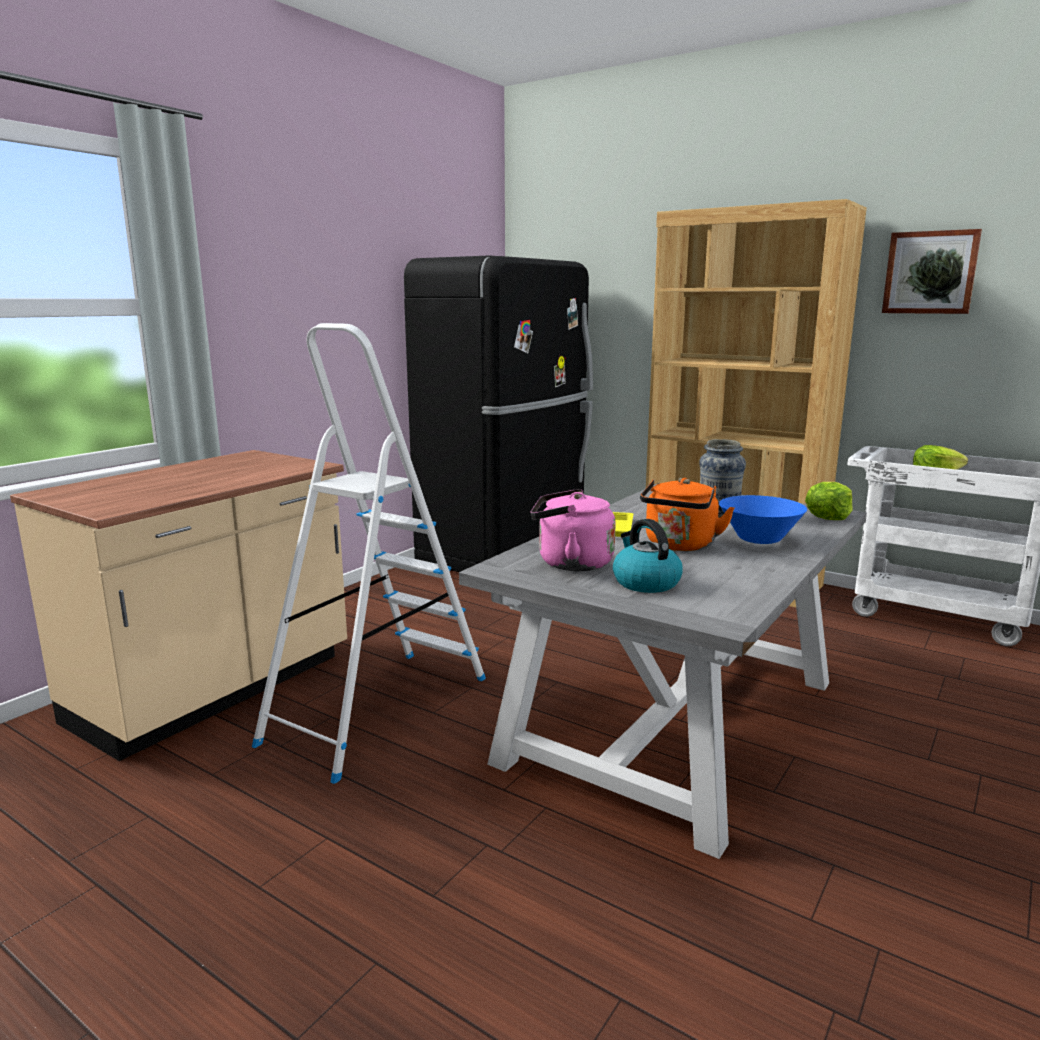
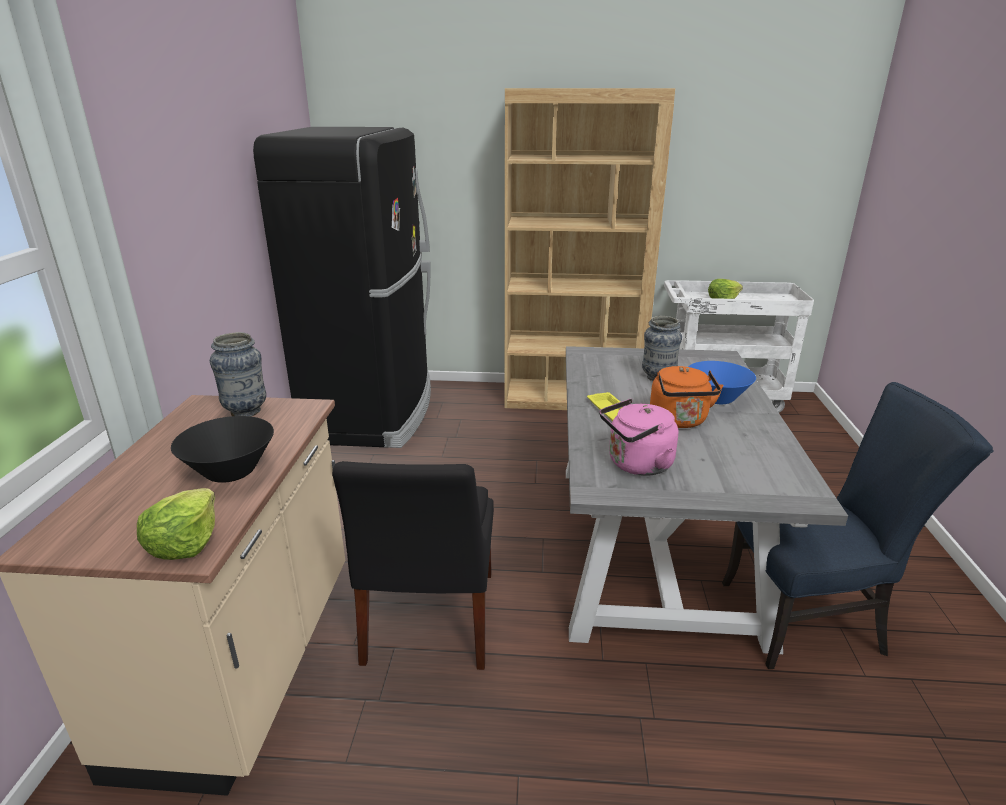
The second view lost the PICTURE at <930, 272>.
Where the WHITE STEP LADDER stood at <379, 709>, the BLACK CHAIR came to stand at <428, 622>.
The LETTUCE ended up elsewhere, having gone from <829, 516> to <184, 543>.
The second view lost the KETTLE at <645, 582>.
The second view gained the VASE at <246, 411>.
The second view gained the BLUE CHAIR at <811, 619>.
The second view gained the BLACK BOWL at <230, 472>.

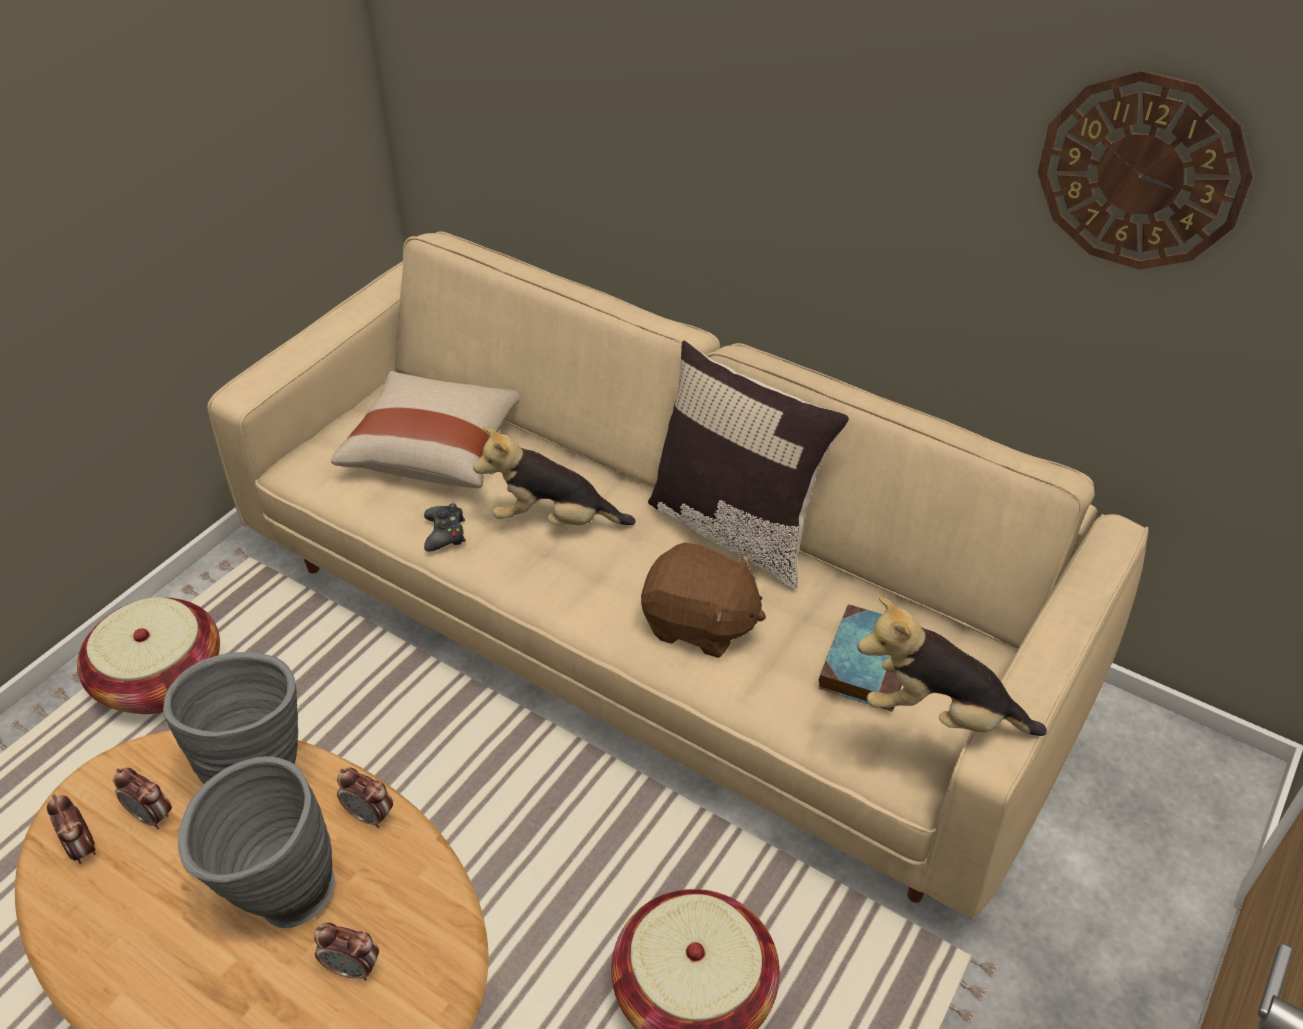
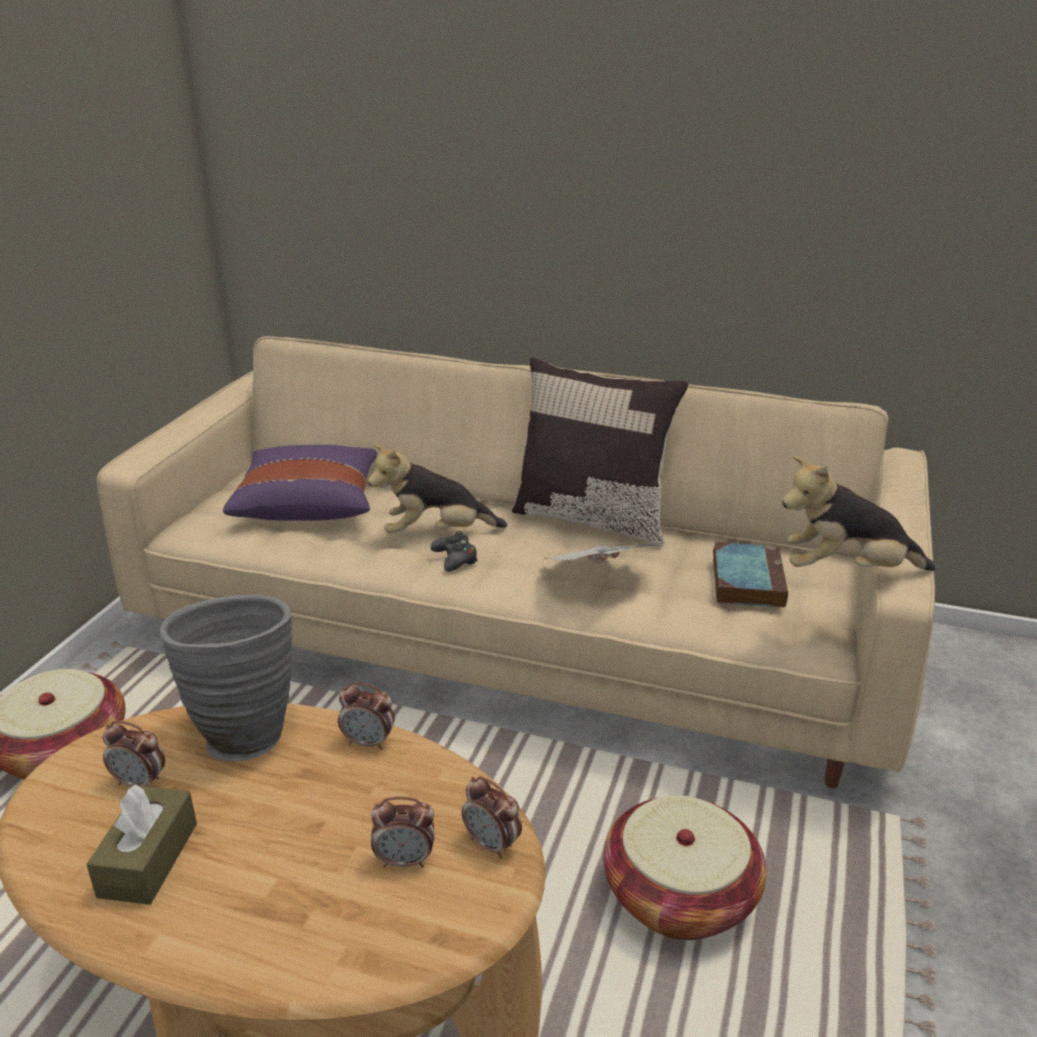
The second view lost the WALL CLOCK at <1141, 172>.
What was the BEIGE PILLOW at <436, 450> turned into the PURPLE PILLOW at <309, 504>.
The BLACK GAME CONTROLLER ended up elsewhere, having gone from <445, 533> to <455, 559>.
Where the BROWN PLUSH TOY stood at <699, 625>, the NEWSPAPER came to stand at <596, 579>.
The second view lost the GREY VASE at <277, 898>.
The ALARM CLOCK ended up elsewhere, having gone from <83, 848> to <492, 844>.
The second view gained the BROWN TISSUE BOX at <148, 859>.

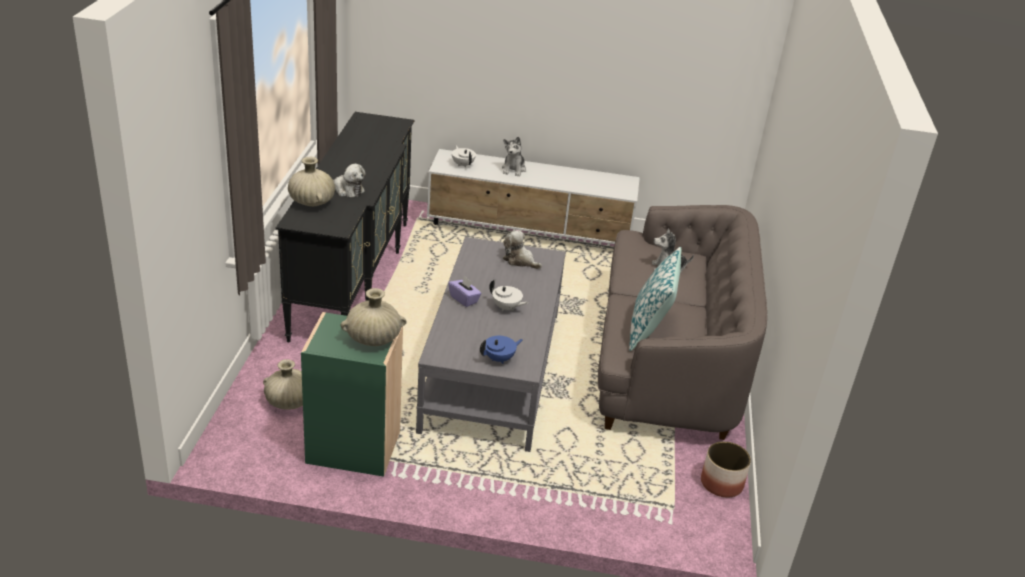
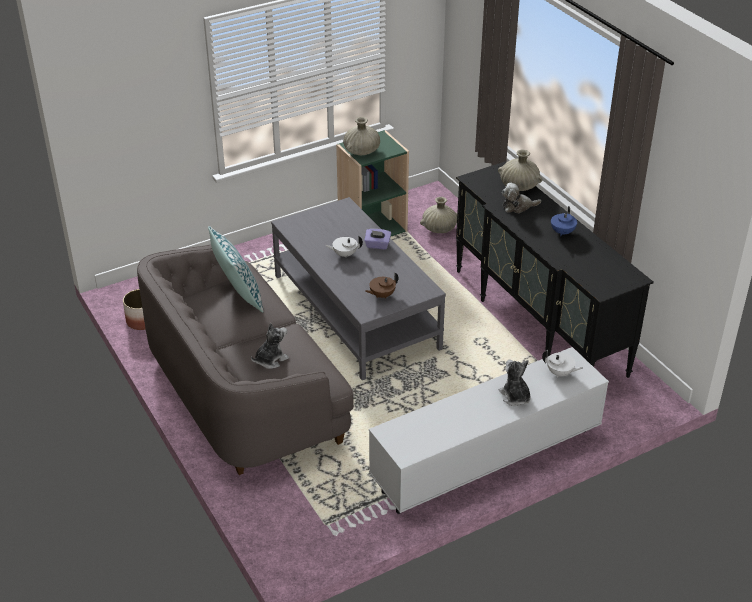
Where the PLUSH TOY stood at <520, 260>, the BROWN TEAPOT came to stand at <381, 295>.
The BLUE TEAPOT ended up elsewhere, having gone from <499, 359> to <562, 232>.

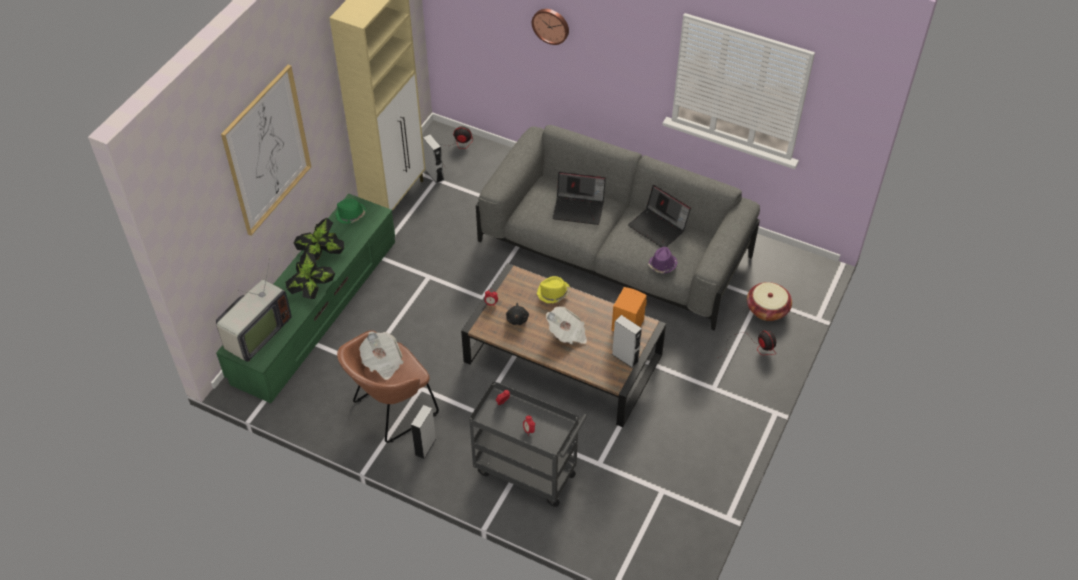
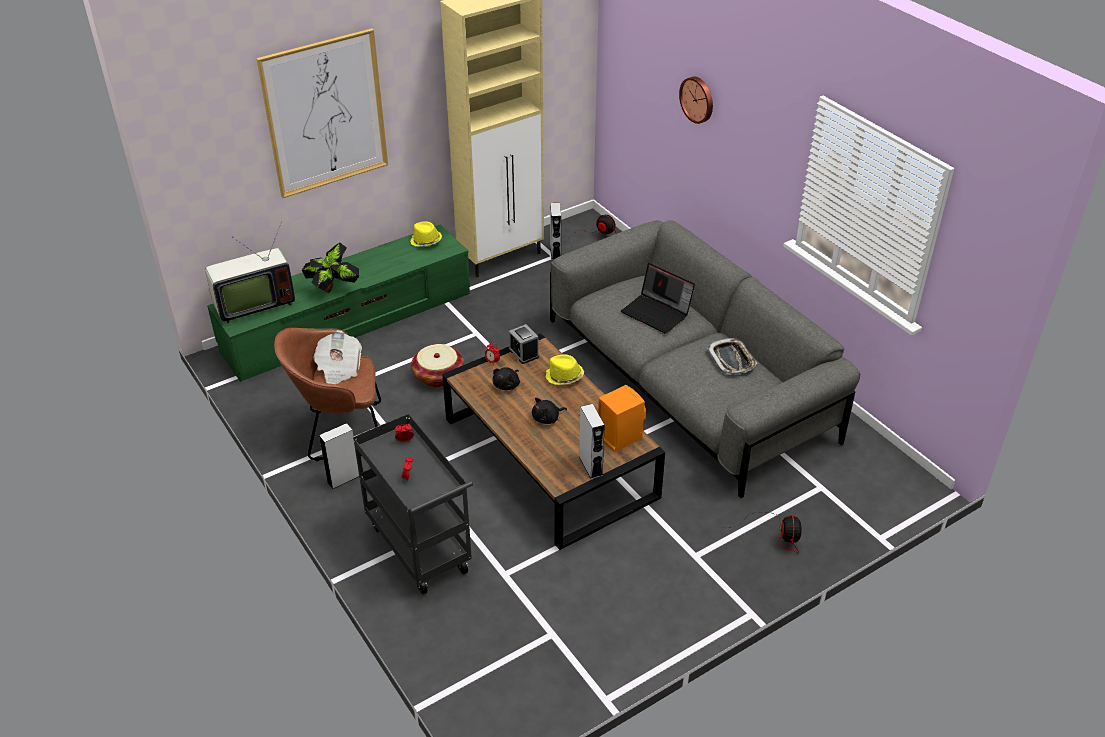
Where the LAPTOP stood at <658, 227>, the TRAY came to stand at <731, 359>.
What was the GREEN HAT at <350, 215> turned into the YELLOW HAT at <426, 241>.
The second view lost the POTTED PLANT at <322, 257>.
The second view lost the PURPLE HAT at <662, 265>.
The BASKET ended up elsewhere, having gone from <767, 309> to <438, 376>.
Where the NEWSPAPER stood at <567, 333>, the BLACK PLUSH TOY came to stand at <547, 418>.
The second view gained the ALARM CLOCK at <523, 353>.

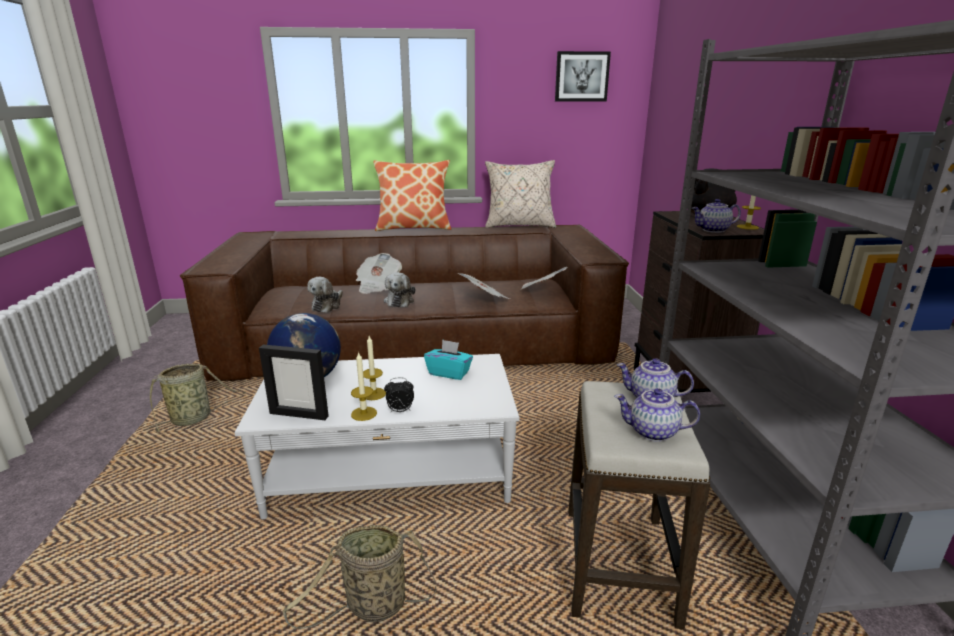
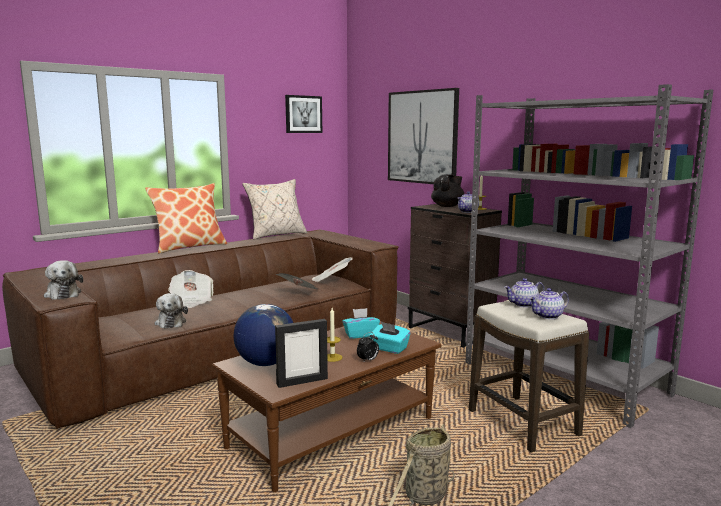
The PLUSH TOY ended up elsewhere, having gone from <399, 301> to <62, 294>.
The second view lost the CANDLE at <364, 413>.
What was the WHITE COFFEE TABLE at <392, 474> turned into the BROWN COFFEE TABLE at <333, 432>.
The second view lost the BASKET at <194, 418>.
The second view gained the PICTURE at <422, 137>.
The second view gained the TURQUOISE TISSUE BOX at <389, 349>.

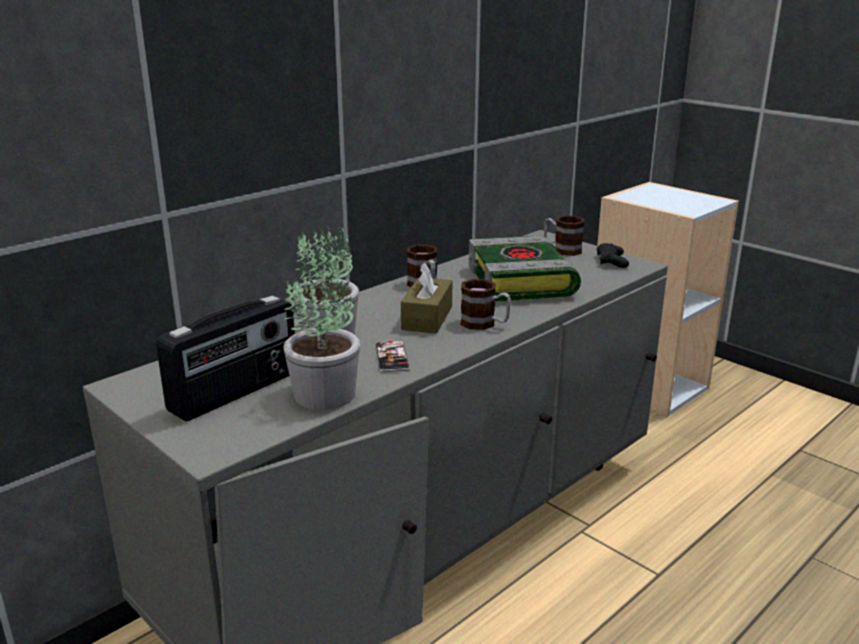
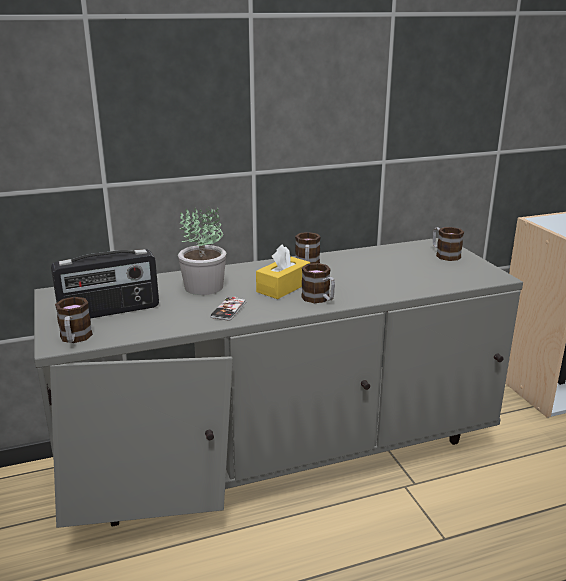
The second view lost the BOOK at <522, 282>.
The second view lost the BLACK GAME CONTROLLER at <611, 261>.
The second view lost the POTTED PLANT at <324, 394>.
What was the BROWN TISSUE BOX at <427, 318> turned into the YELLOW TISSUE BOX at <283, 287>.
The second view gained the MUG at <75, 339>.

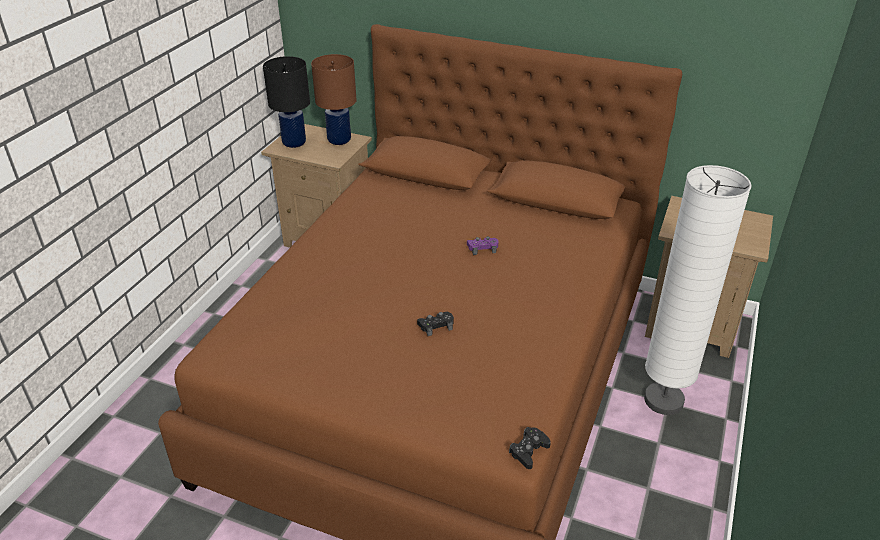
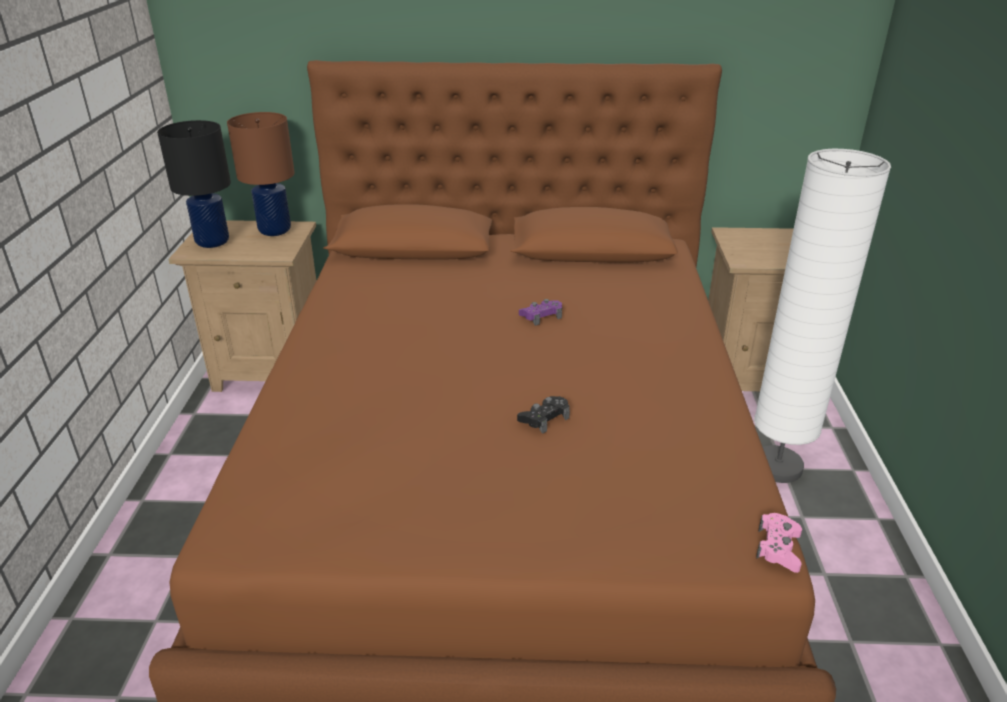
What was the BLACK GAME CONTROLLER at <528, 451> turned into the PINK GAME CONTROLLER at <778, 548>.

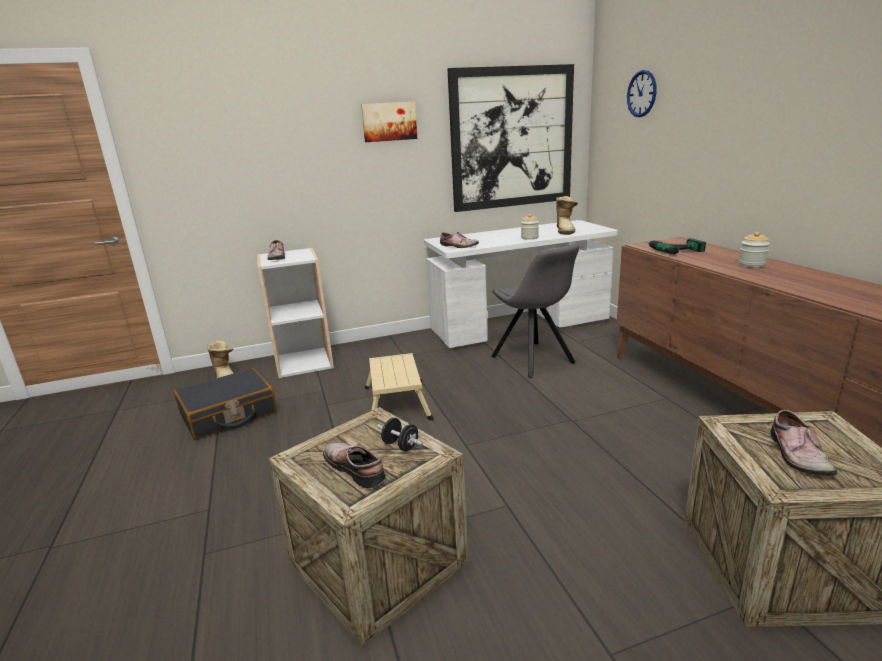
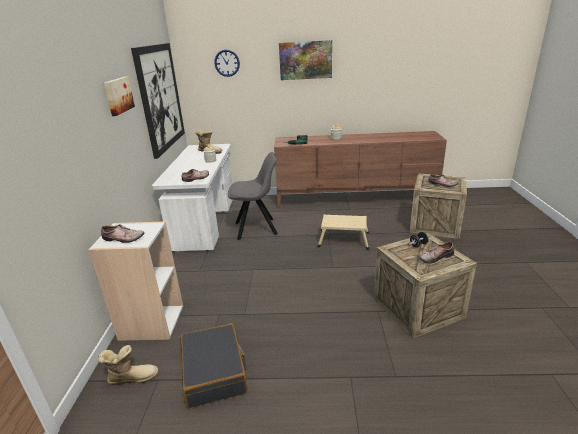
The BEIGE STEP LADDER ended up elsewhere, having gone from <397, 403> to <344, 239>.
The second view gained the PICTURE at <305, 60>.

